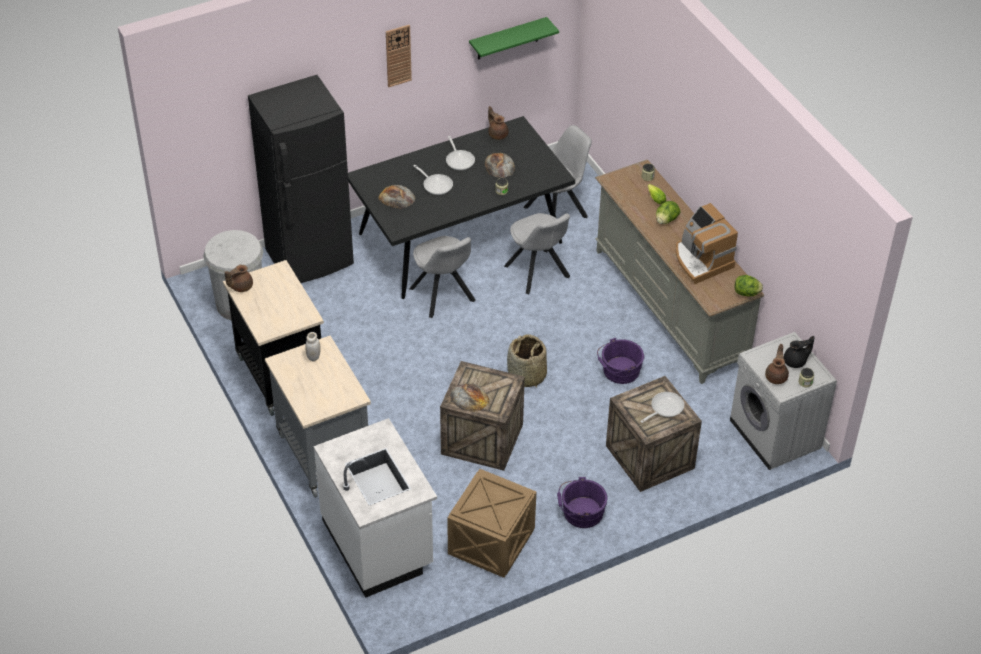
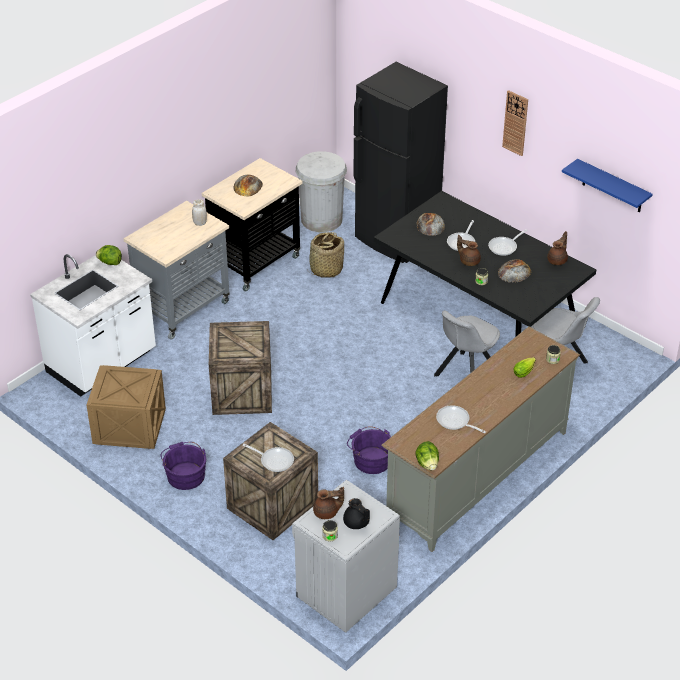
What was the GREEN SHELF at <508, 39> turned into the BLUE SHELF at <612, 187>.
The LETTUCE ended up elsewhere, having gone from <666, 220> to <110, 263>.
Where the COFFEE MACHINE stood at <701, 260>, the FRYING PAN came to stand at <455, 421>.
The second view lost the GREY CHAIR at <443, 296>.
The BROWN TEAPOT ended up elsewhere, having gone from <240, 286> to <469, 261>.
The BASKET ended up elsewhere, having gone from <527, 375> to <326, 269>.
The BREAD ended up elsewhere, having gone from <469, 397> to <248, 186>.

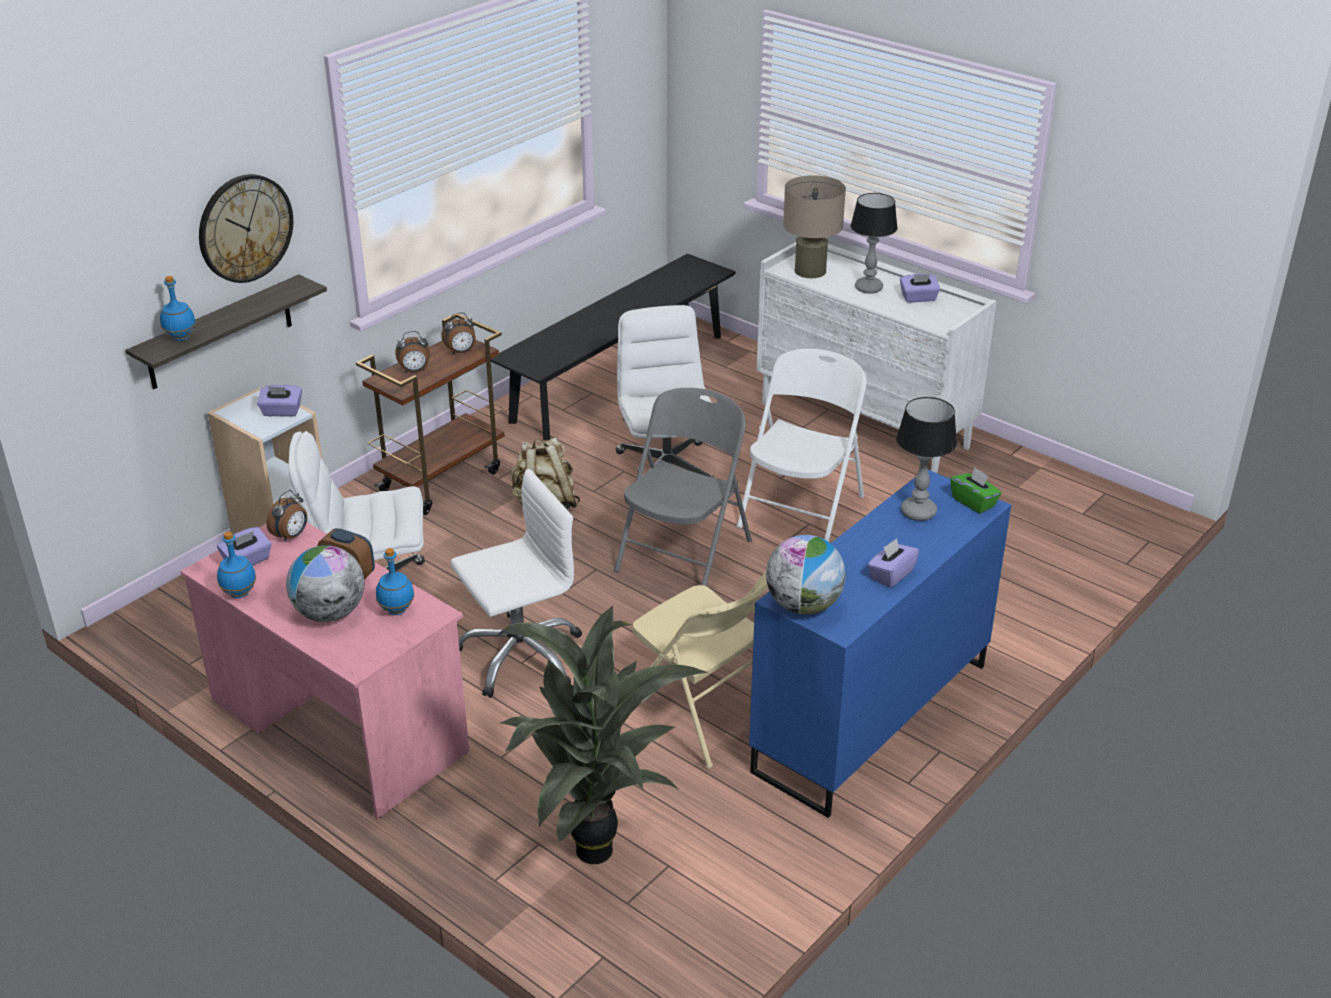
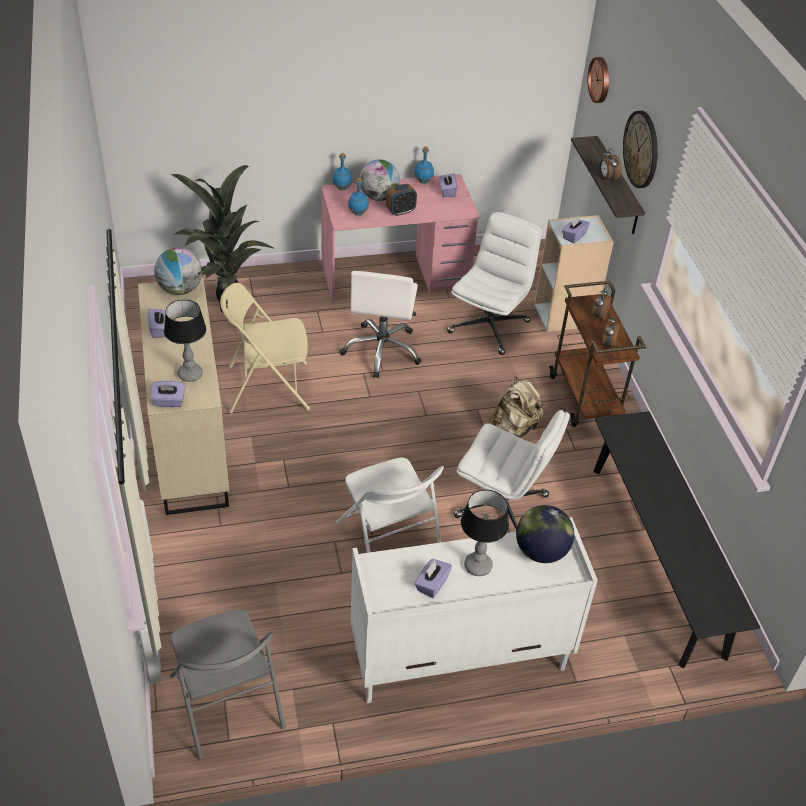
Where the BEIGE TABLE LAMP stood at <810, 271>, the GLOBE came to stand at <540, 551>.
The BLUE BOTTLE ended up elsewhere, having gone from <181, 338> to <341, 188>.
The GREY CHAIR ended up elsewhere, having gone from <684, 556> to <226, 702>.
What was the GREEN TISSUE BOX at <974, 502> turned into the PURPLE TISSUE BOX at <169, 401>.
What was the BLUE DRESSER at <873, 718> turned into the BEIGE DRESSER at <188, 442>.
The ALARM CLOCK ended up elsewhere, having gone from <291, 536> to <607, 178>.
The second view gained the WALL CLOCK at <600, 80>.

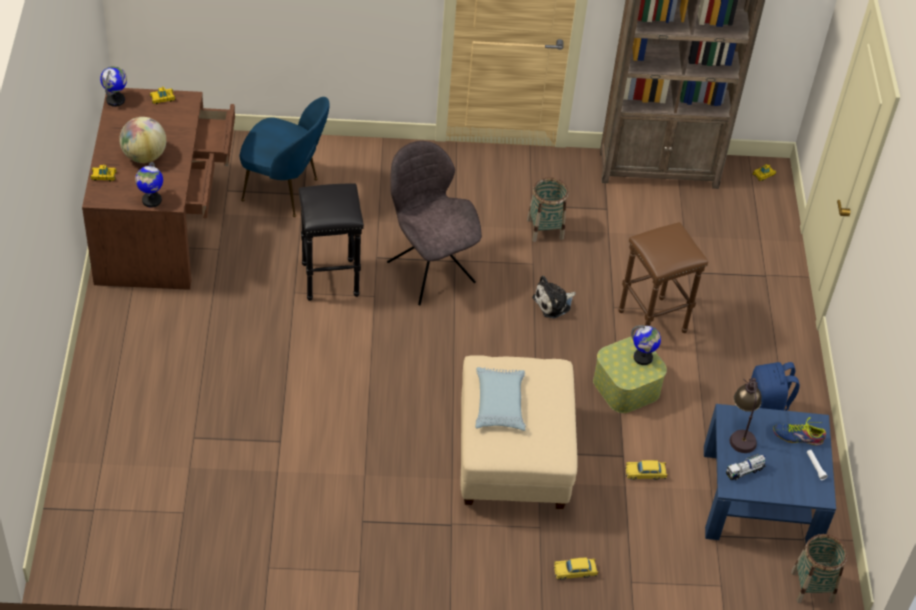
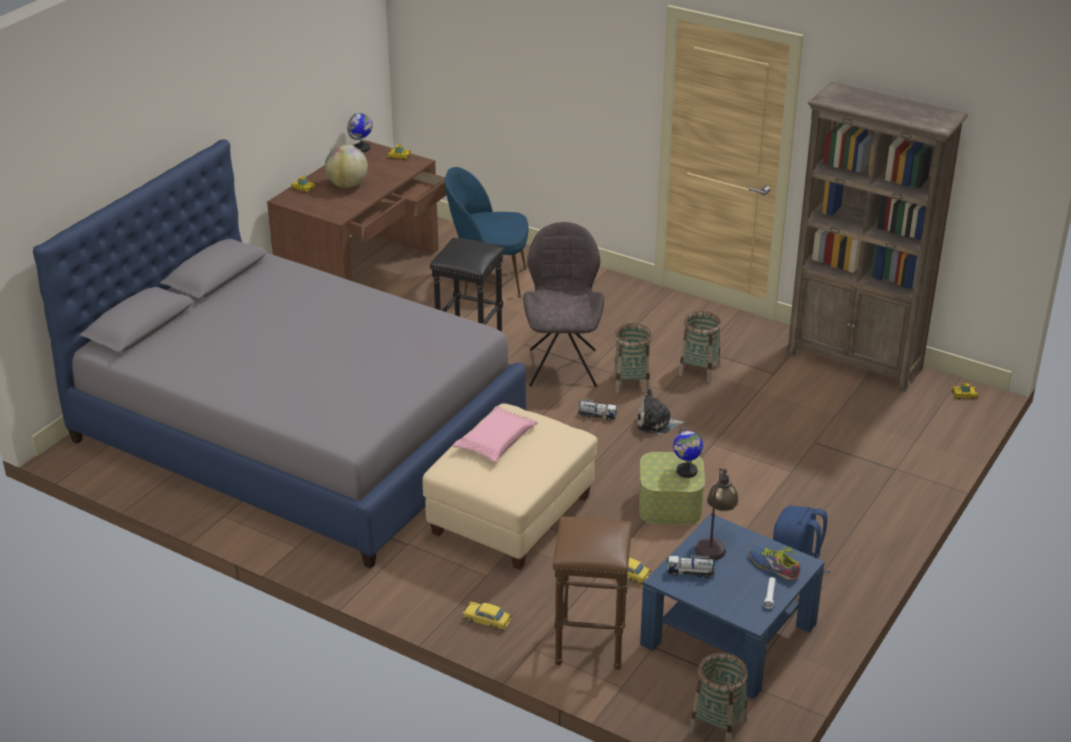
The BLUE CHAIR at <286, 192> ended up facing another way, 135 degrees clockwise from before.
The second view lost the GLOBE at <151, 200>.
The BROWN STOOL ended up elsewhere, having gone from <652, 322> to <588, 645>.
What was the BLUE PILLOW at <500, 402> turned into the PINK PILLOW at <496, 439>.
The second view gained the GREY BED at <298, 432>.
The second view gained the BASKET at <631, 383>.
The second view gained the TOY TRUCK at <597, 415>.

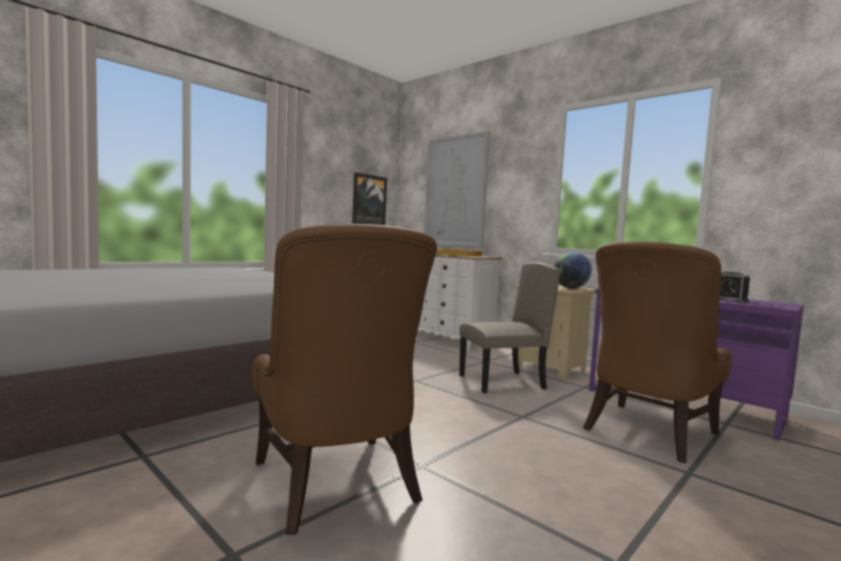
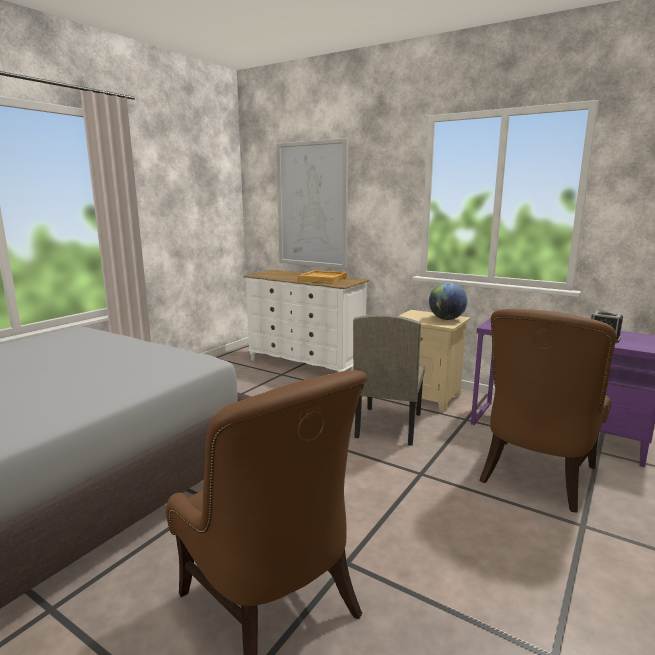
The second view lost the PICTURE at <369, 201>.
The BEIGE CHAIR at <502, 382> ended up facing another way, 135 degrees clockwise from before.

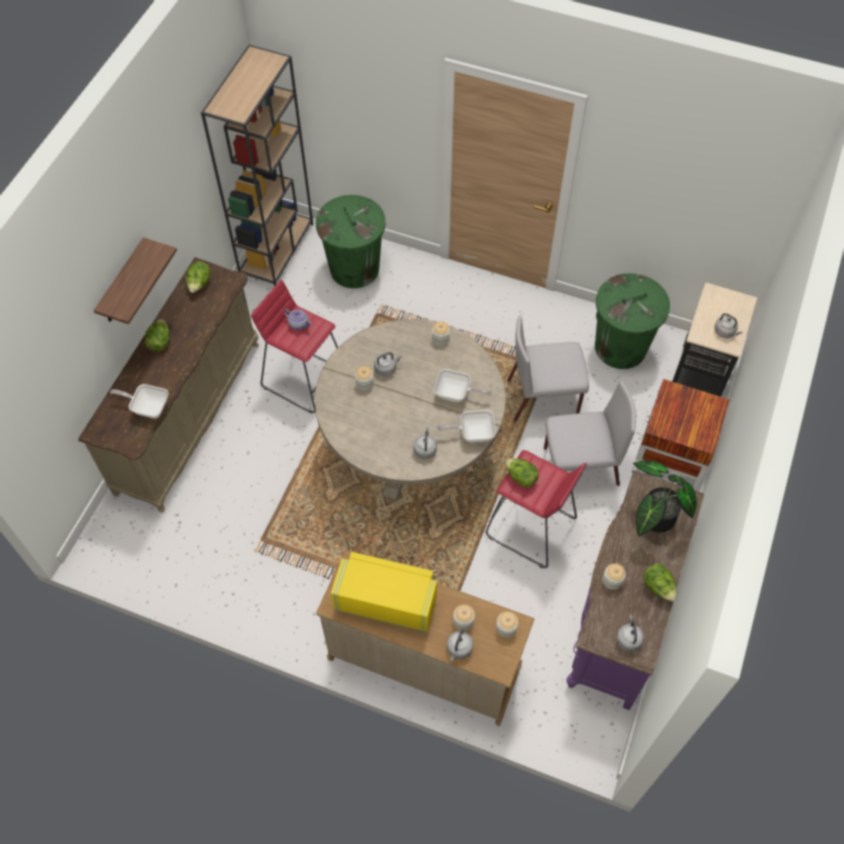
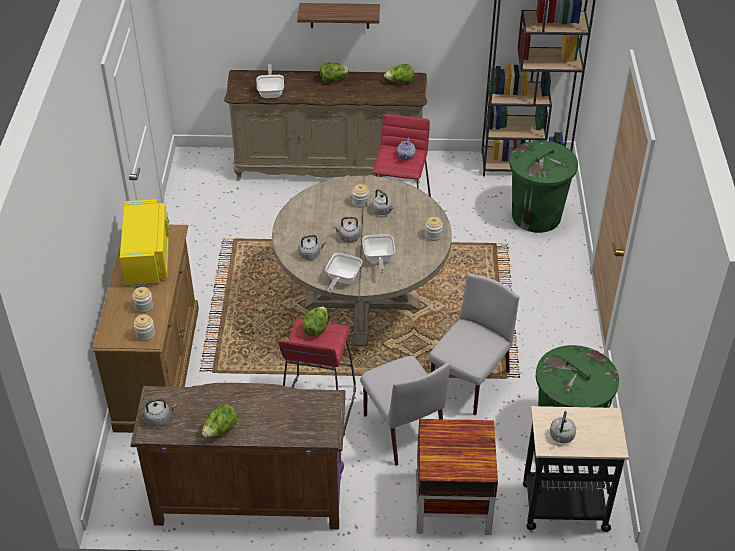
The GREY CHAIR at <544, 397> ended up facing another way, 60 degrees clockwise from before.
The FRYING PAN at <472, 433> ended up facing another way, 135 degrees counterclockwise from before.
The second view lost the POTTED PLANT at <653, 518>.
The second view lost the JAR at <612, 580>.
The GREY KETTLE ended up elsewhere, having gone from <459, 649> to <348, 237>.

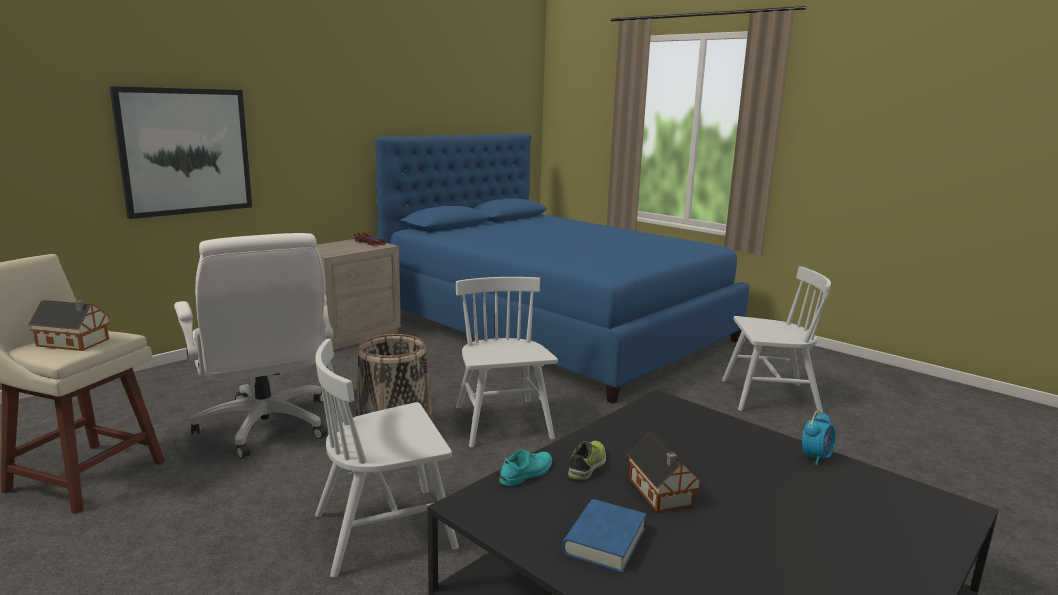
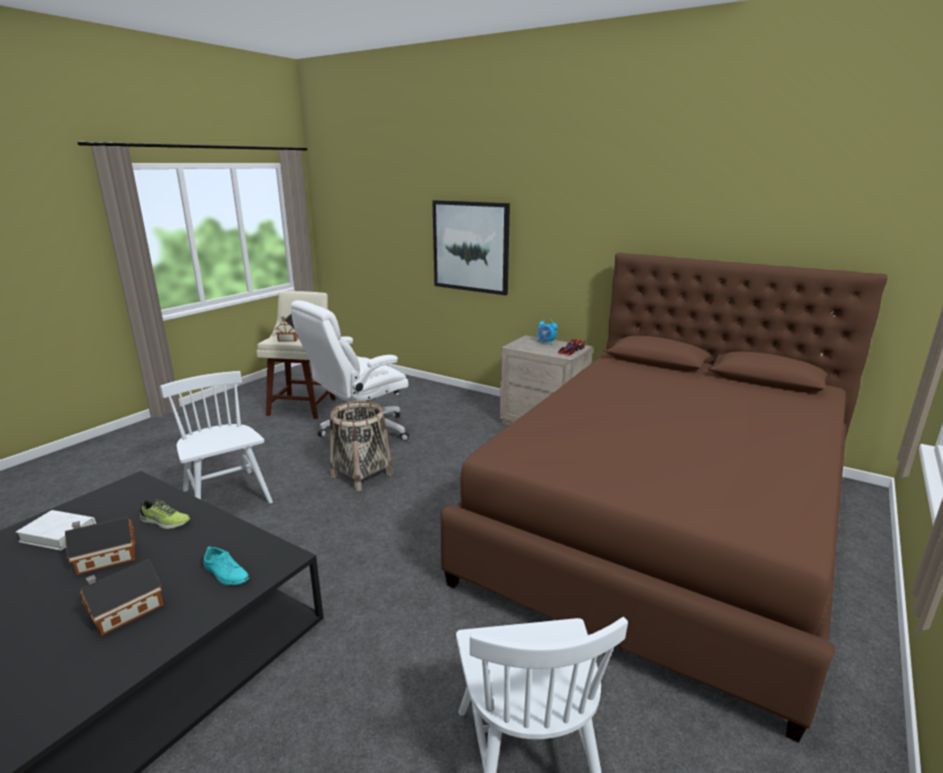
What was the BLUE BED at <554, 327> turned into the BROWN BED at <666, 523>.
The second view lost the WHITE CHAIR at <502, 423>.
The ALARM CLOCK ended up elsewhere, having gone from <816, 457> to <546, 342>.
The TURQUOISE SHOE ended up elsewhere, having gone from <527, 473> to <226, 573>.
What was the BLUE BOOK at <604, 541> turned into the WHITE BOOK at <58, 534>.
The second view gained the TOY HOUSE at <123, 611>.

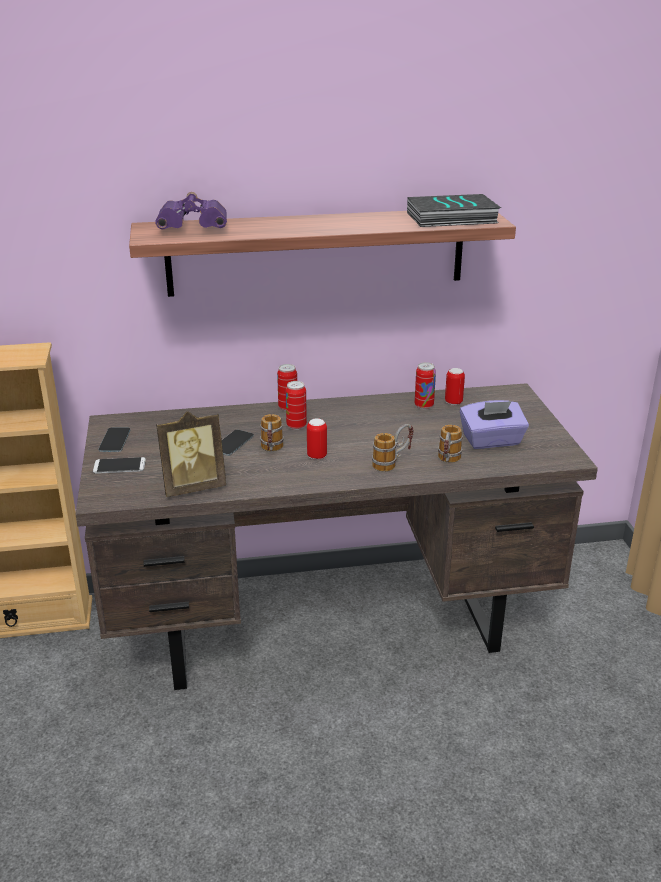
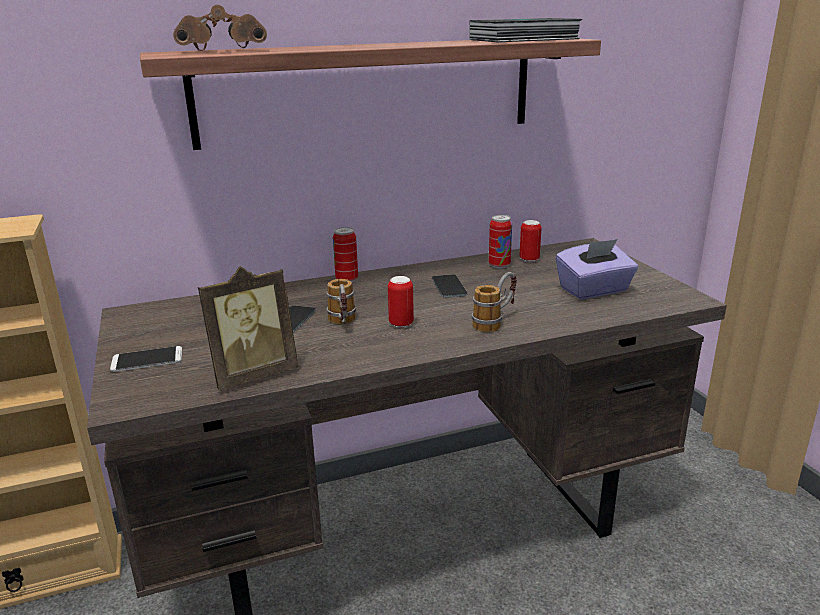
What was the PURPLE BINOCULARS at <195, 229> turned into the BROWN BINOCULARS at <225, 51>.
The second view lost the CAN at <296, 426>.
The second view lost the MUG at <447, 462>.
The PHONE ended up elsewhere, having gone from <114, 440> to <449, 286>.

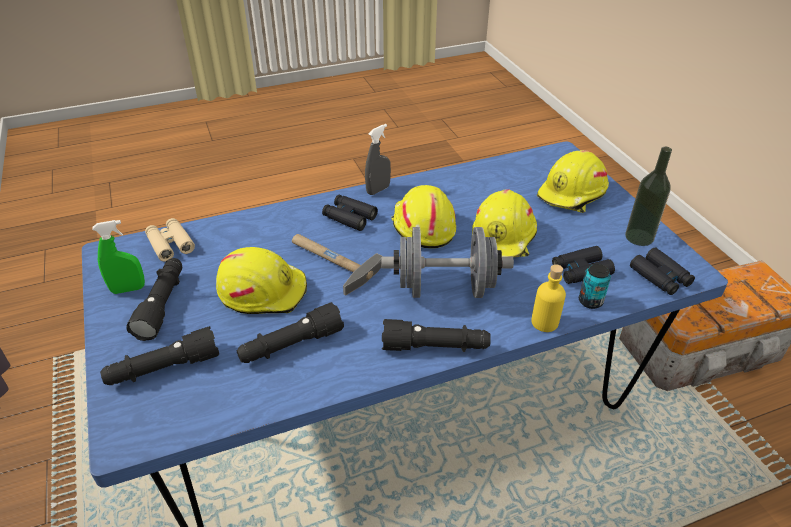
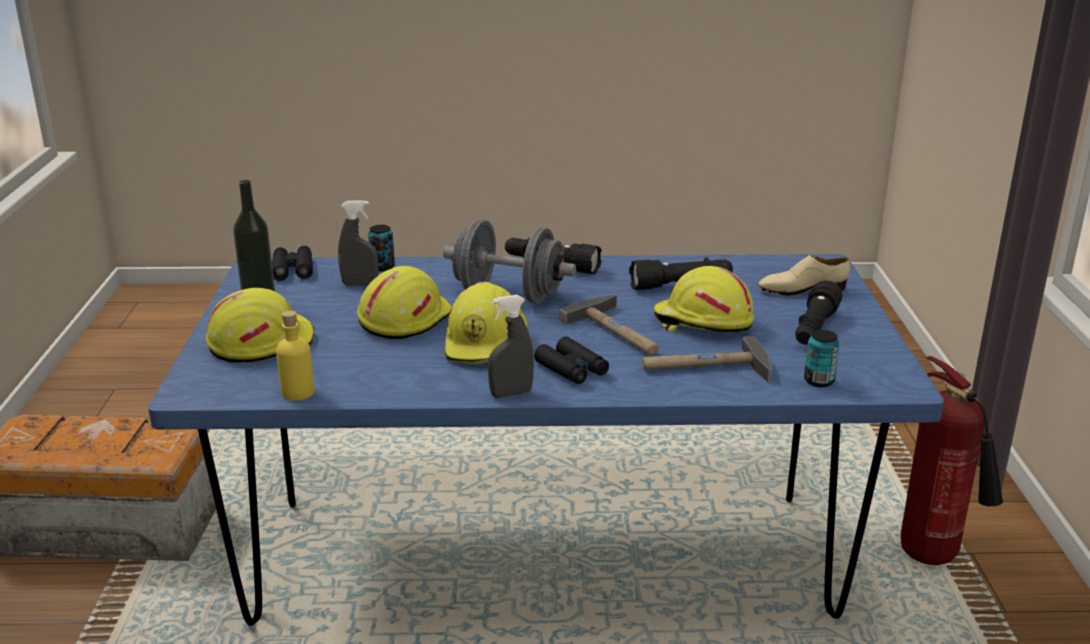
Where the BEIGE BINOCULARS stood at <170, 244>, the CAN came to stand at <819, 381>.
The second view lost the GREEN SPRAY BOTTLE at <128, 289>.
Where the BLACK BINOCULARS stood at <581, 271>, the GREY SPRAY BOTTLE came to stand at <360, 284>.
The YELLOW BOTTLE ended up elsewhere, having gone from <544, 322> to <297, 392>.
Where the BLACK FLASHLIGHT stood at <163, 369>, the BEIGE SHOE came to stand at <801, 290>.
The second view gained the HAMMER at <705, 368>.
The second view gained the FIRE EXTINGUISHER at <934, 559>.

